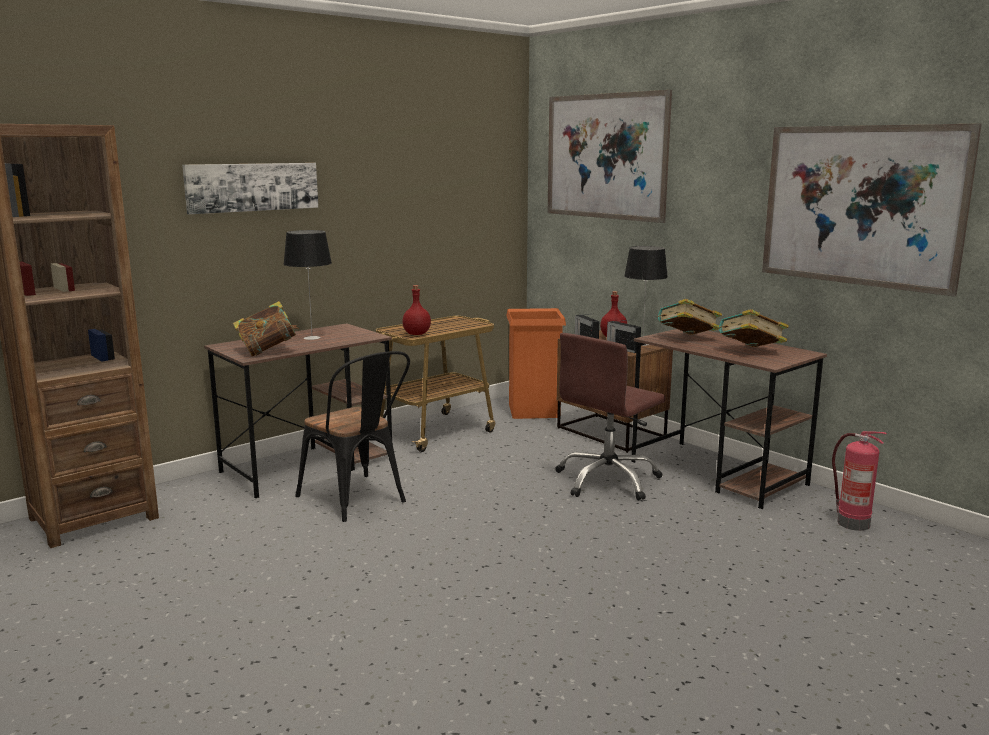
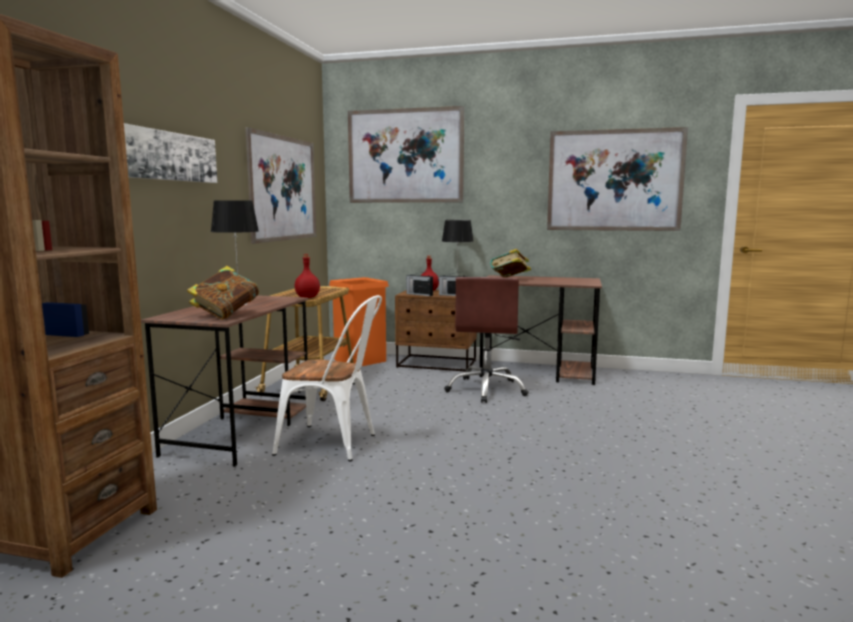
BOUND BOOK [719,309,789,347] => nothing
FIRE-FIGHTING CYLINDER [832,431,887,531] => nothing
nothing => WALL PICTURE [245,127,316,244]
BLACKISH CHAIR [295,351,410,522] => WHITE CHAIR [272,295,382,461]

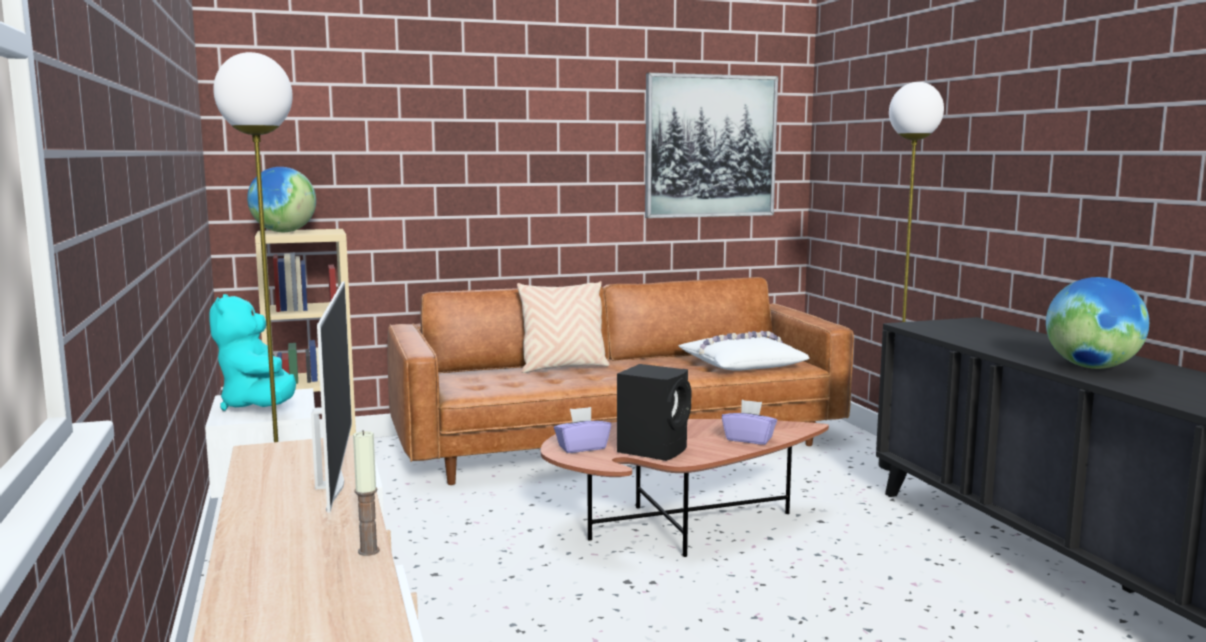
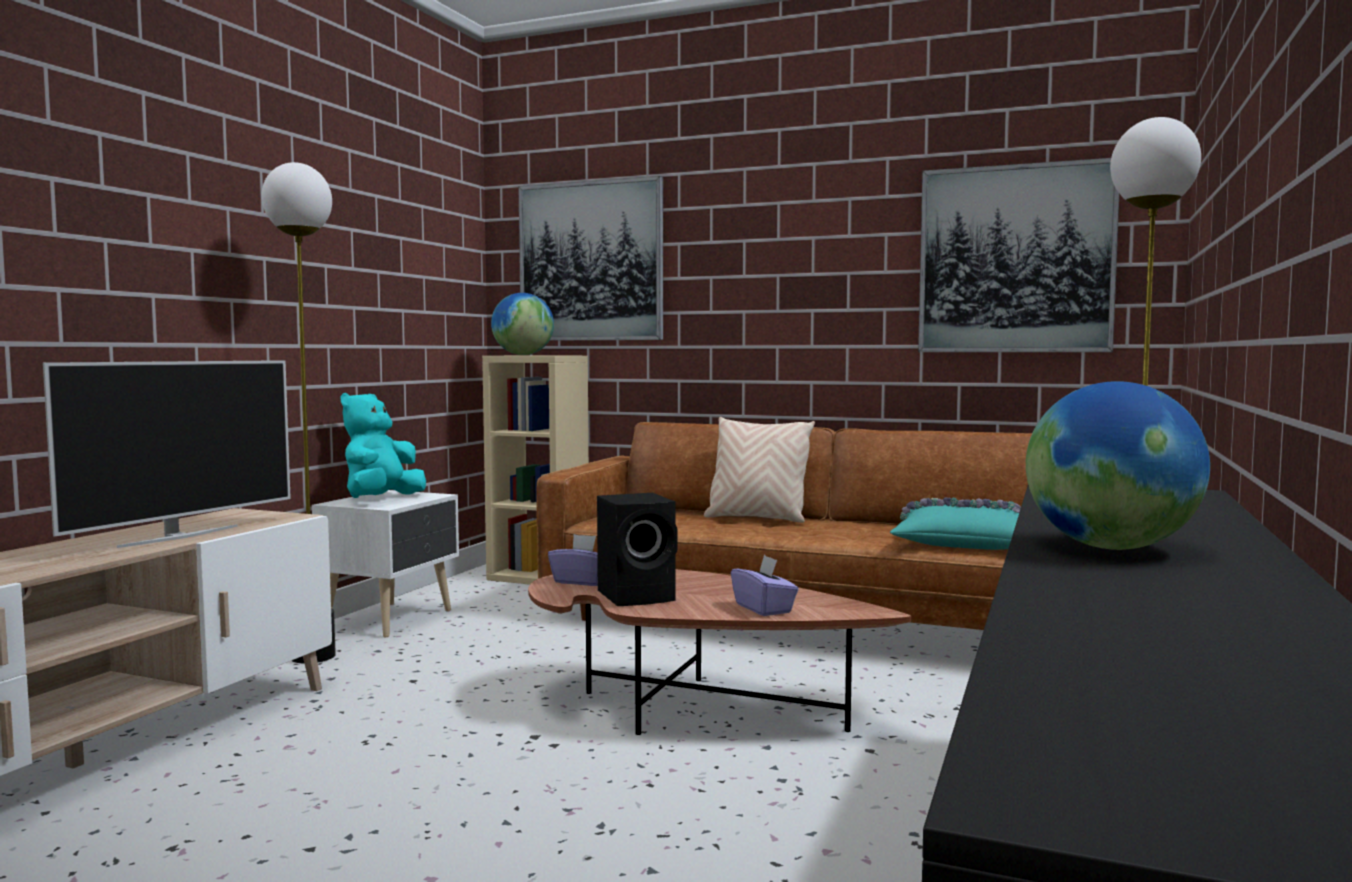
CANDLE [353,430,380,556] => nothing
nothing => WALL PICTURE [519,176,663,341]
WHITE PILLOW [679,331,810,371] => BLUE-GREEN PILLOW [890,497,1021,550]

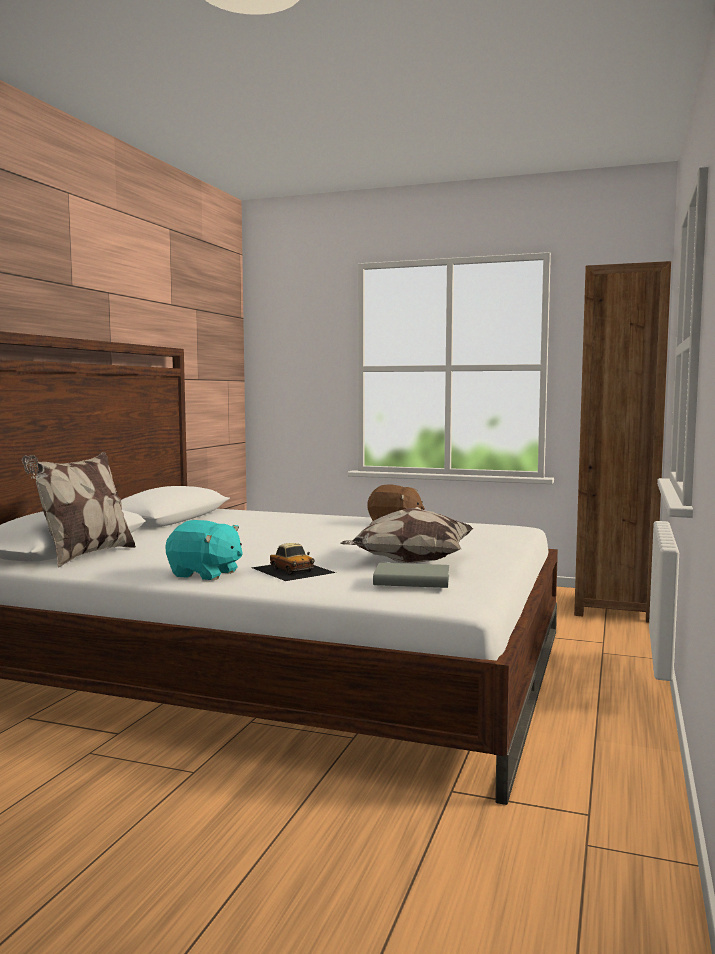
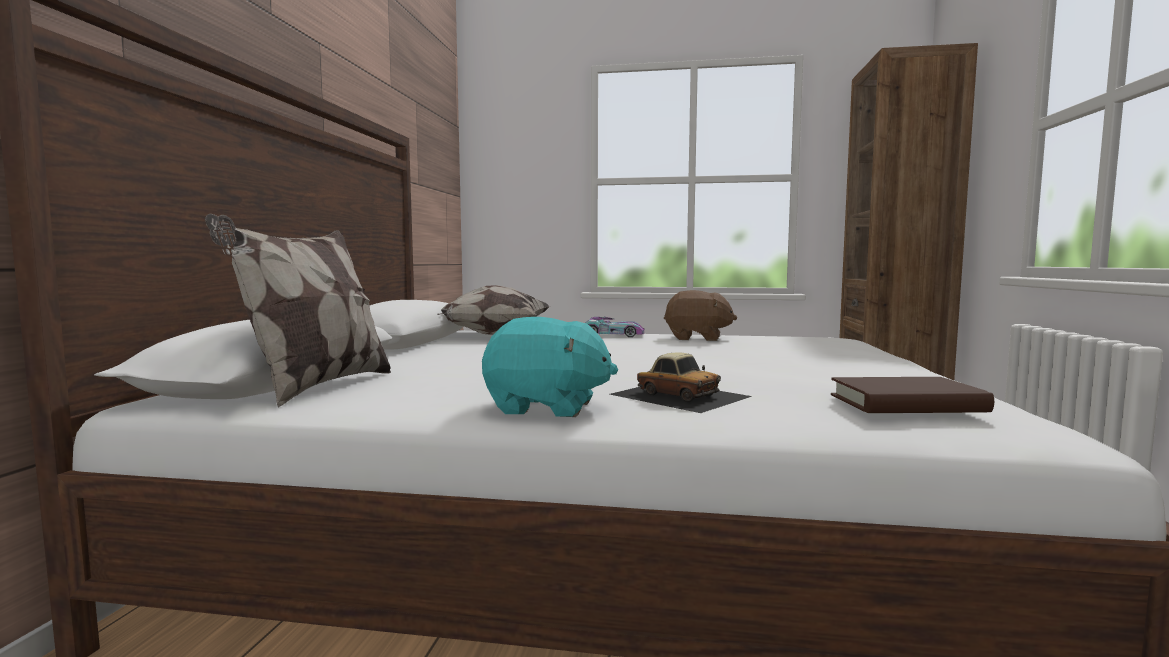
nothing => MODEL CAR [585,317,644,337]
PILLOW [340,507,474,563] => PILLOW [438,285,550,335], moved
GREYISH BOUND BOOK [373,563,449,588] => BROWN-COLOURED BOUND BOOK [831,377,994,413]

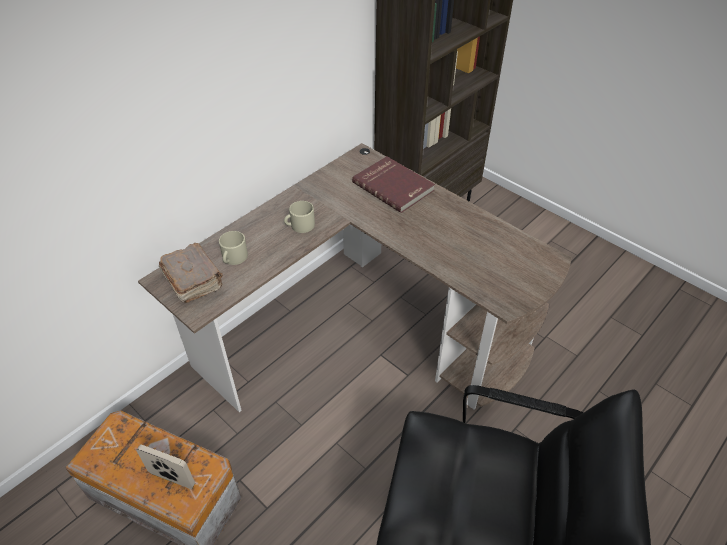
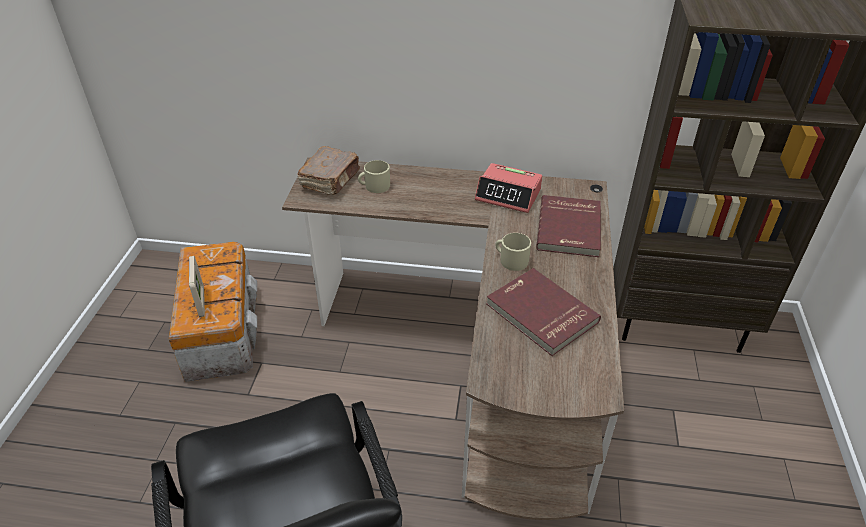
nothing => BEDSIDE CLOCK [475,163,542,213]
nothing => RED BOUND BOOK [486,268,601,356]
BEIGE-COLOURED TEA MUG [284,201,315,233] => BEIGE-COLOURED TEA MUG [495,233,531,271], moved

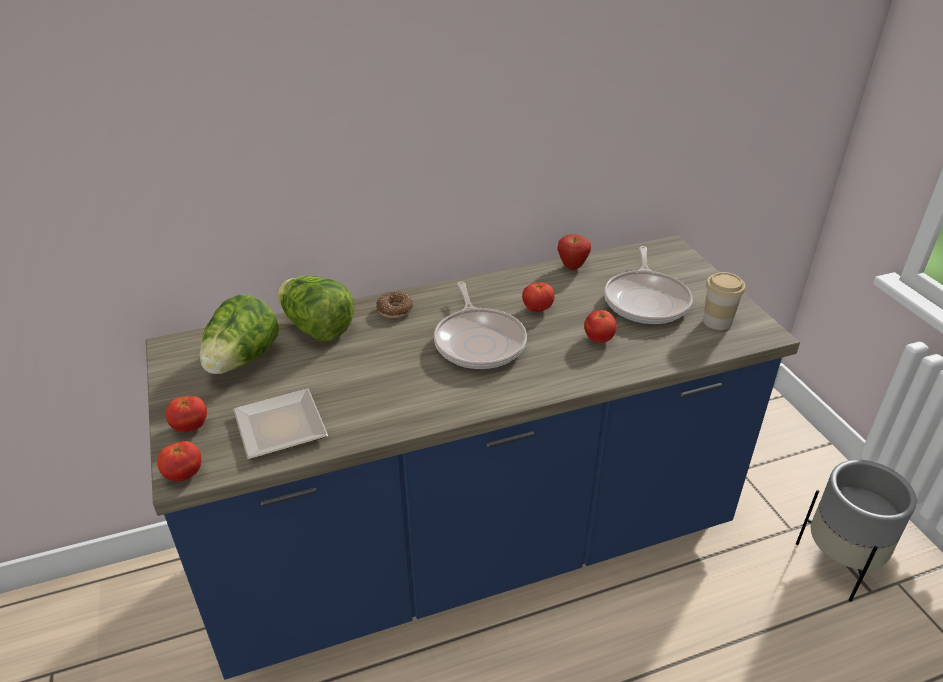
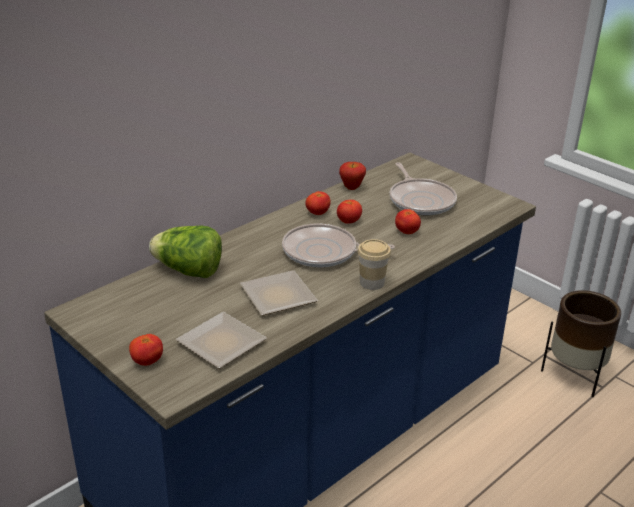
LETTUCE [200,295,279,374] => nothing
DOUGHNUT [376,291,413,318] => nothing
nothing => DINNER PLATE [240,270,318,316]
FRESH TOMATO [157,441,201,482] => FRESH TOMATO [305,191,331,215], moved
CUP [703,272,745,330] => CUP [357,239,391,290], moved
GREYISH FLOWER POT [796,460,917,602] => BROWN-COLOURED FLOWER POT [541,290,621,397]
PAN [434,281,527,369] => PAN [282,223,395,267], 135 degrees clockwise

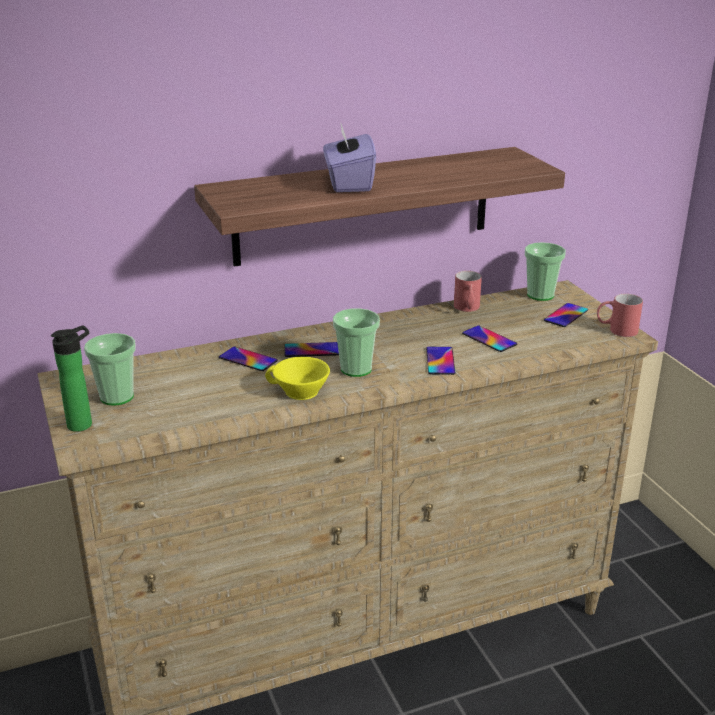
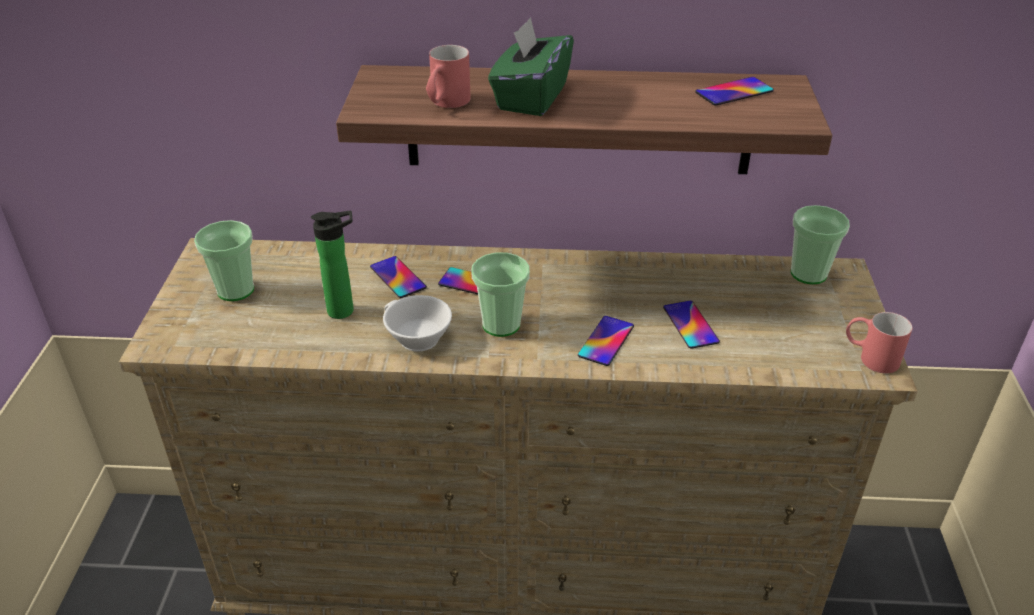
BEVERAGE BOTTLE [51,325,92,432] => BEVERAGE BOTTLE [311,211,354,319], moved
RED TEA MUG [454,271,482,312] => RED TEA MUG [426,45,471,108], moved
TELEPHONE [544,303,588,327] => TELEPHONE [695,77,774,106], moved
YELLOW CUP [265,357,330,400] => WHITE CUP [383,295,452,352]
PURPLISH BOX OF TISSUES [323,124,376,192] => GREENISH BOX OF TISSUES [488,17,574,116]

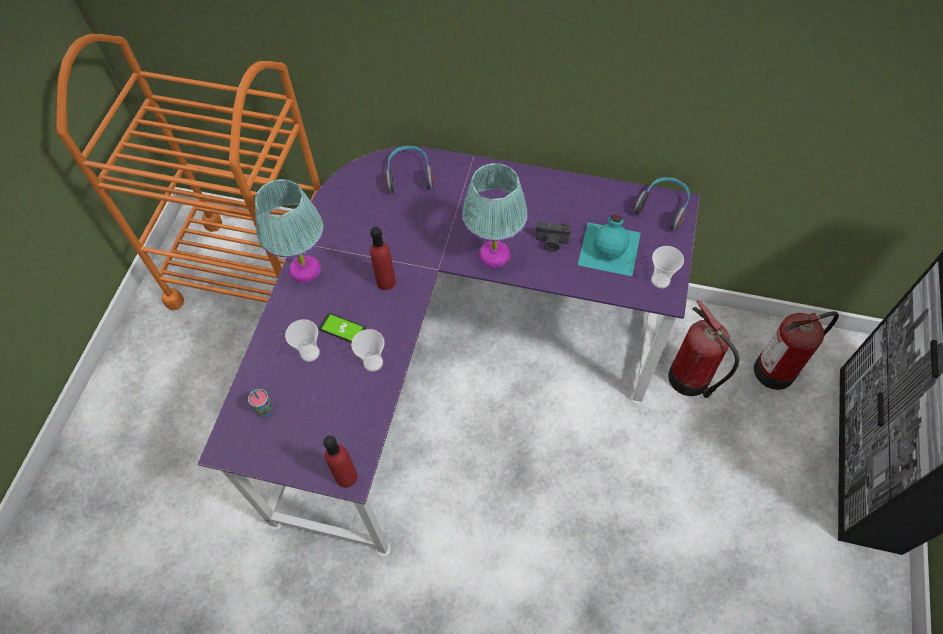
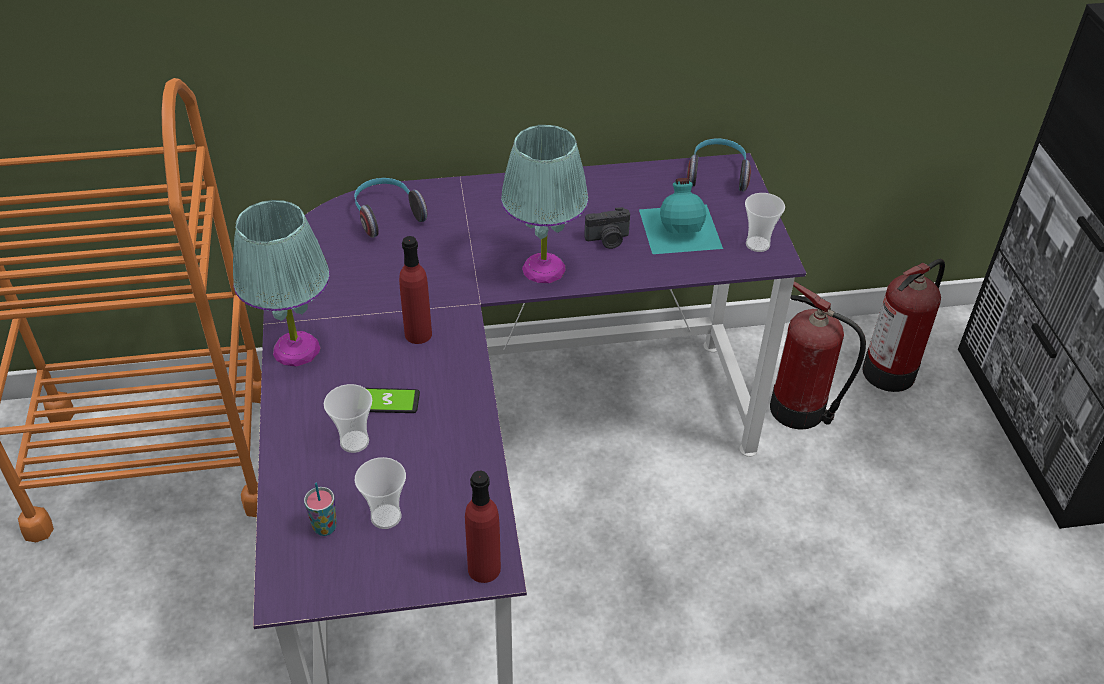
CUP [351,329,385,372] => CUP [355,457,406,529], moved

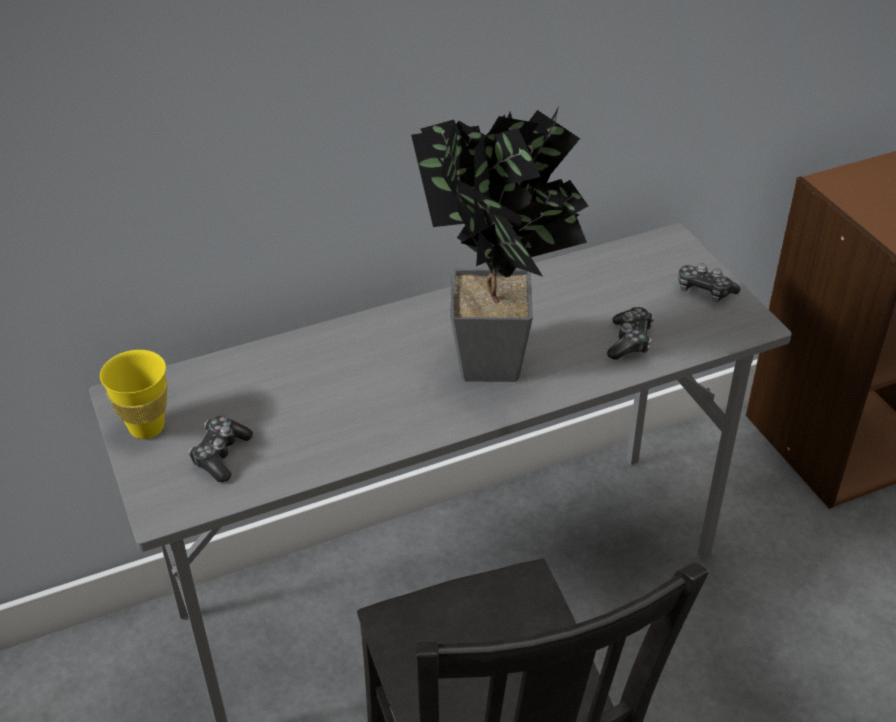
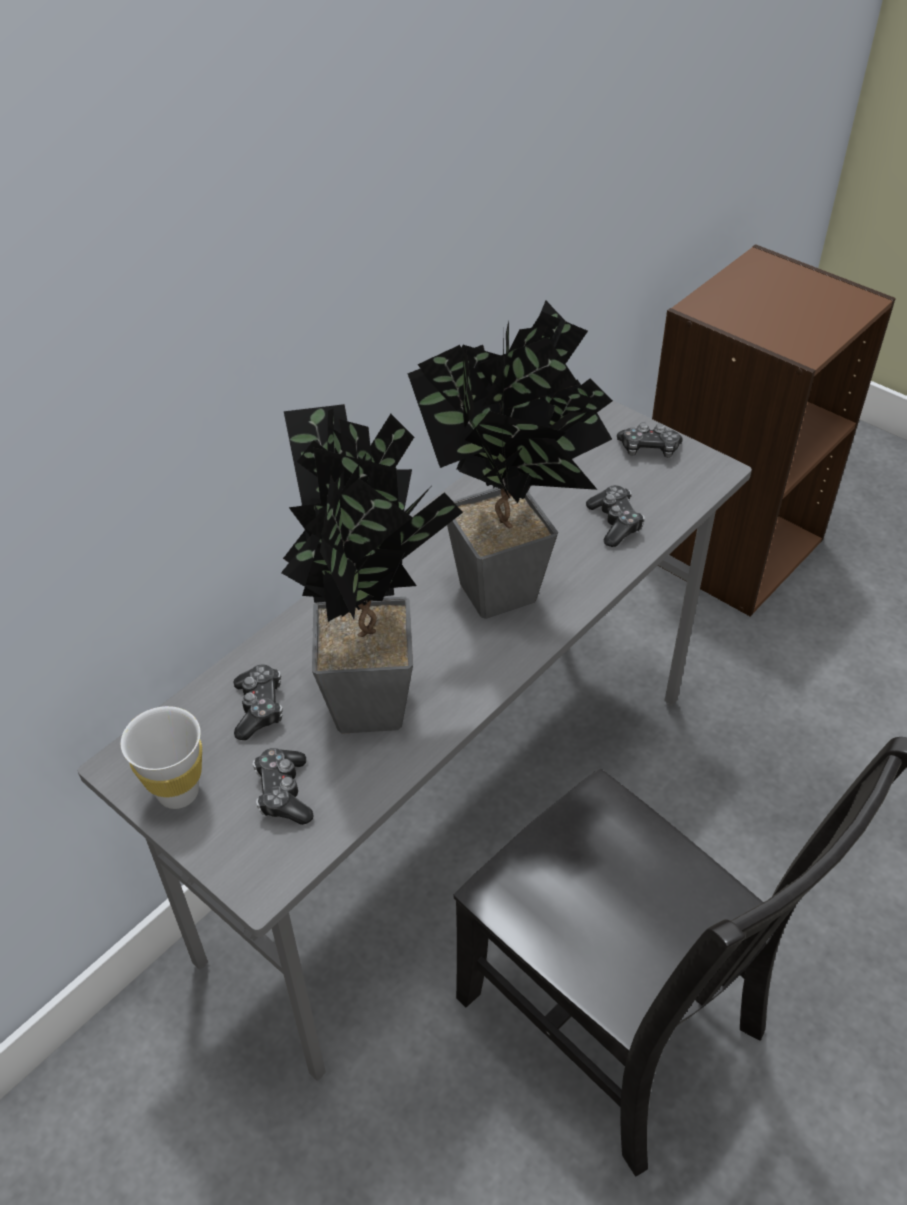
nothing => JOYPAD [233,664,283,740]
nothing => POTTED PLANT [281,404,463,734]
YELLOW CUP [100,350,167,439] => WHITE CUP [121,706,202,809]

